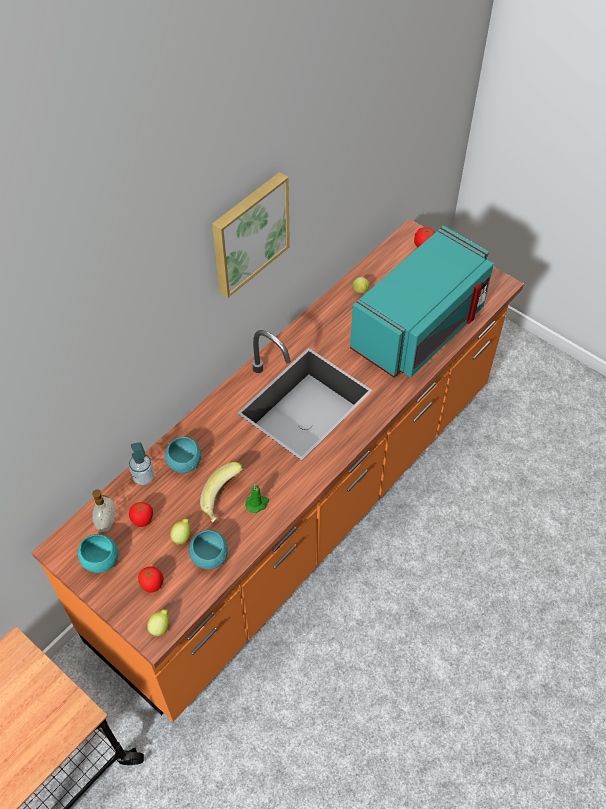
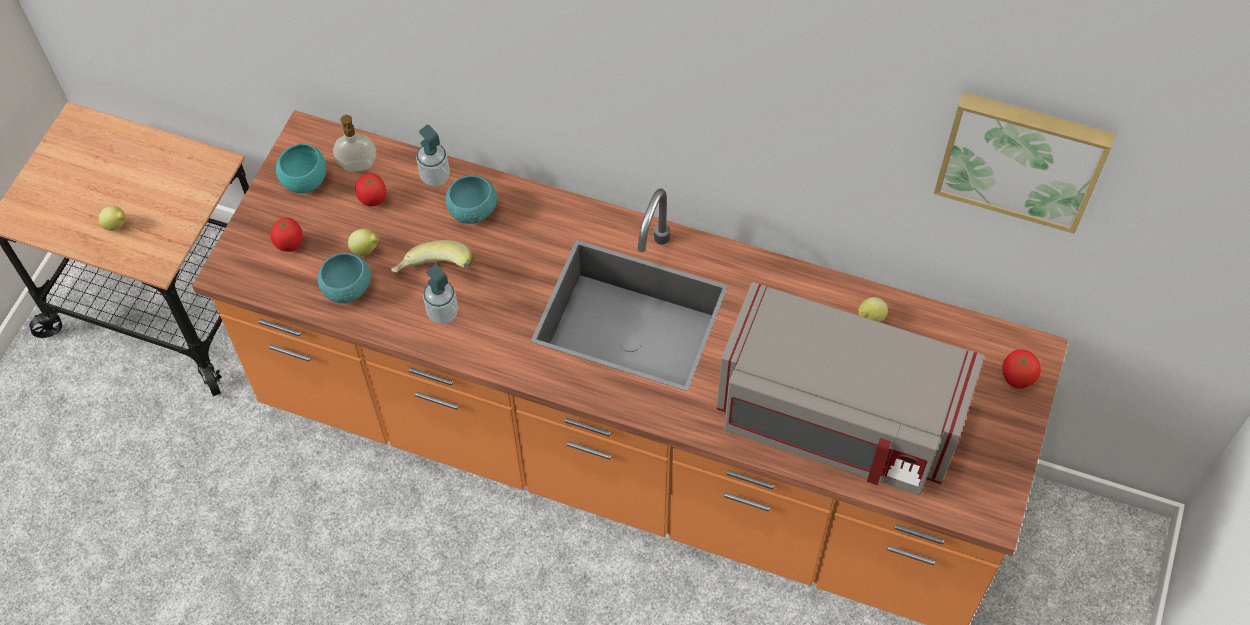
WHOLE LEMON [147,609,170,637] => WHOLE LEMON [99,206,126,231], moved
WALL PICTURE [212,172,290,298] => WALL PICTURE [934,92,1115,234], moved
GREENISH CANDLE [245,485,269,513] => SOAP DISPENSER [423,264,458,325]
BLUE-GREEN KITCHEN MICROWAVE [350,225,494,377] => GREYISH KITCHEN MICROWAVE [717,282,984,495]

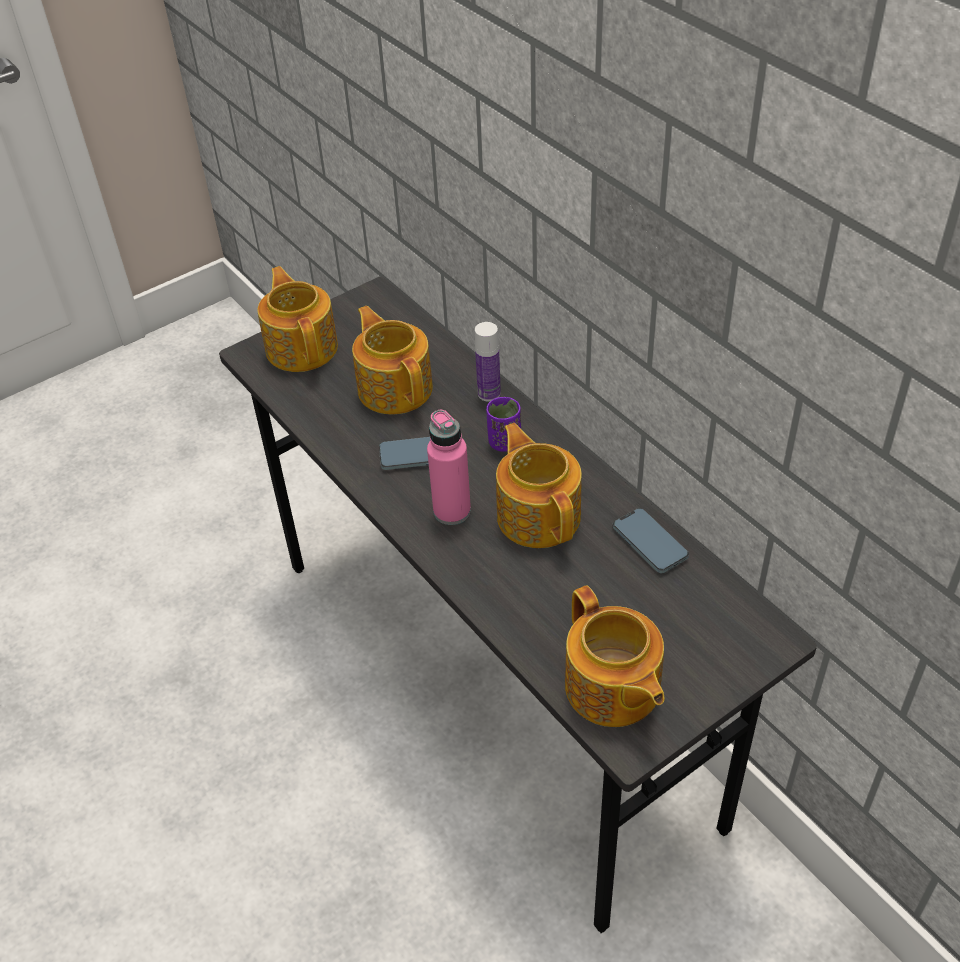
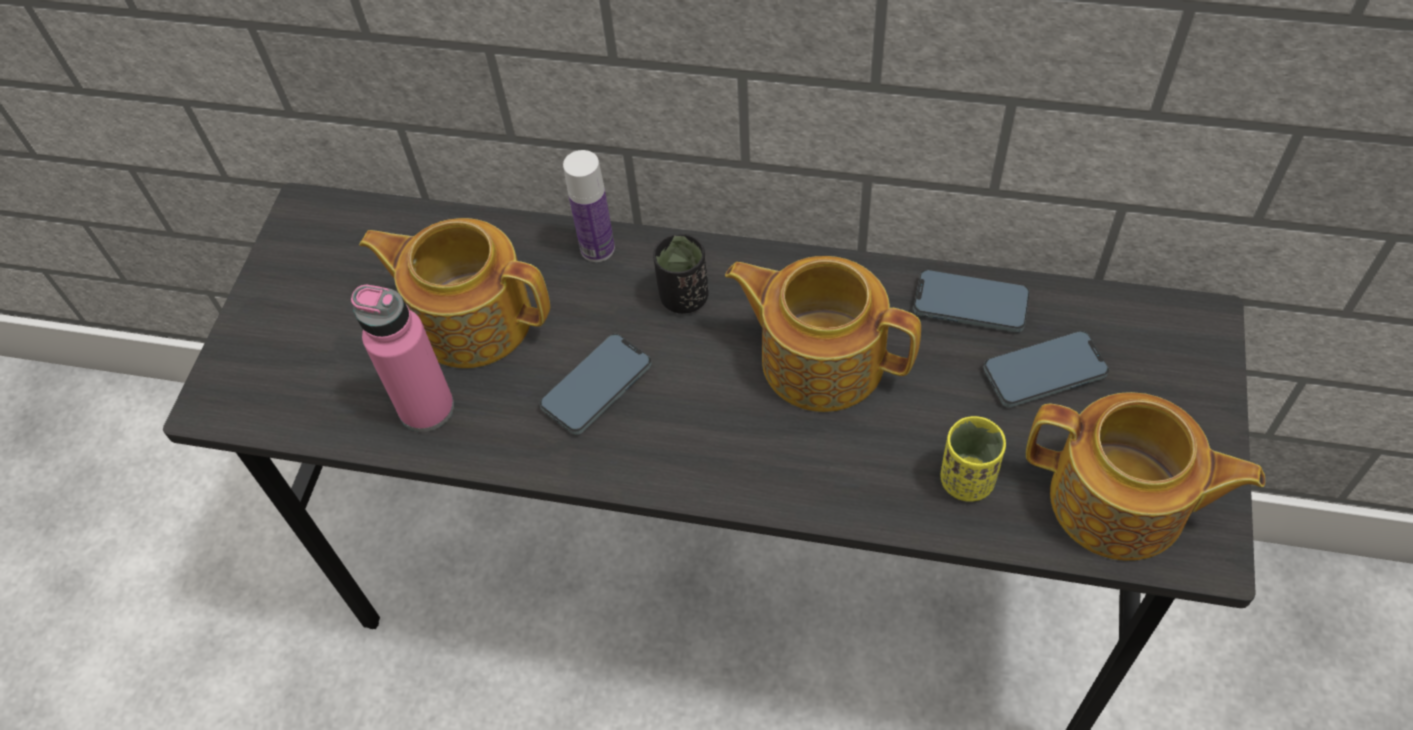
TEAPOT [258,266,338,372] => nothing
nothing => YELLOW CUP [941,416,1006,502]
nothing => TELEPHONE [983,331,1109,407]
PINK BEVERAGE BOTTLE [427,410,471,525] => PINK BEVERAGE BOTTLE [351,285,454,432], moved
PURPLISH CUP [486,397,521,452] => BLACKISH CUP [653,233,709,314]

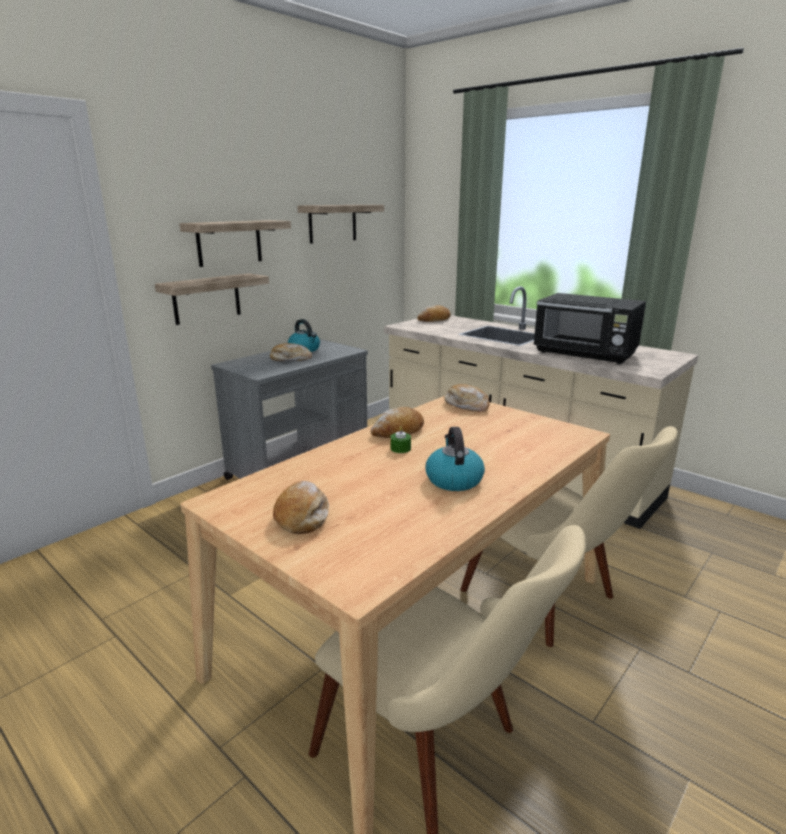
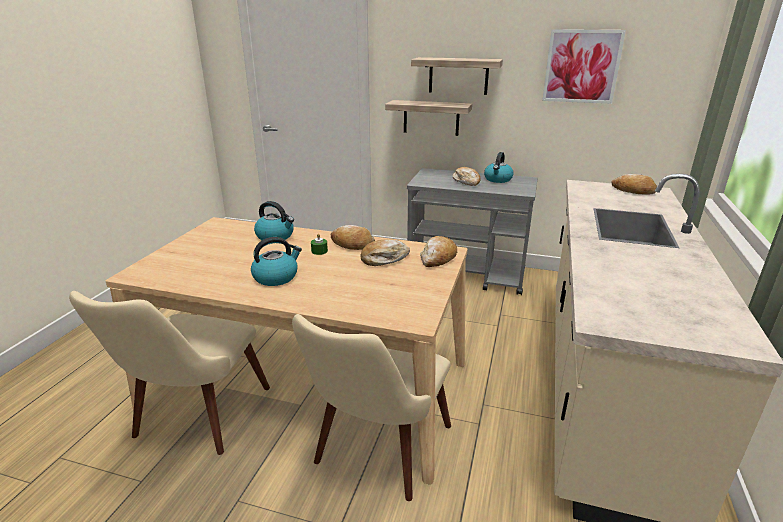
BLACKISH KITCHEN MICROWAVE [533,293,646,364] => nothing
nothing => WATER KETTLE [254,201,294,240]
BAKERY BREAD [273,481,329,534] => BAKERY BREAD [361,239,410,266], moved
WALL SHELF [297,205,384,244] => WALL PICTURE [542,29,626,104]

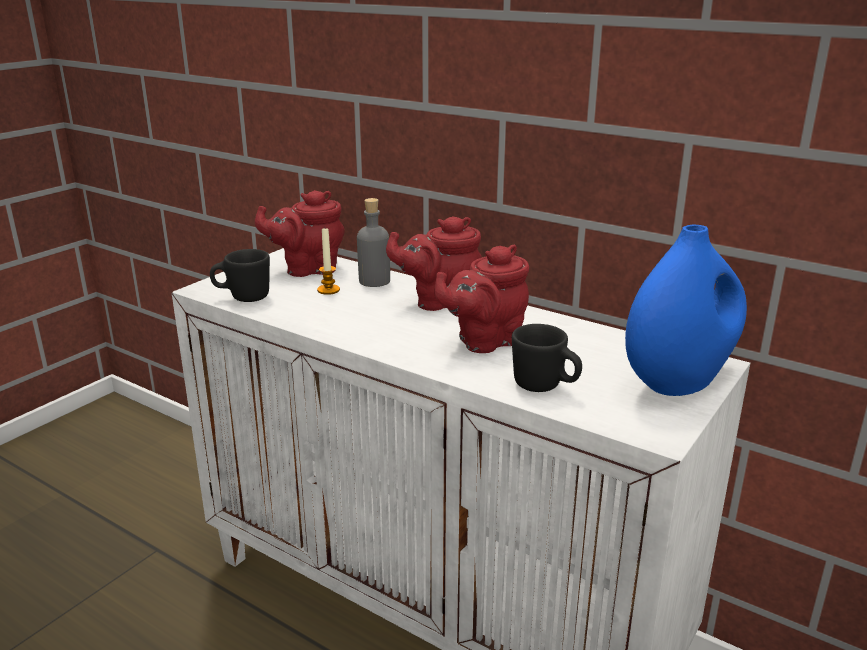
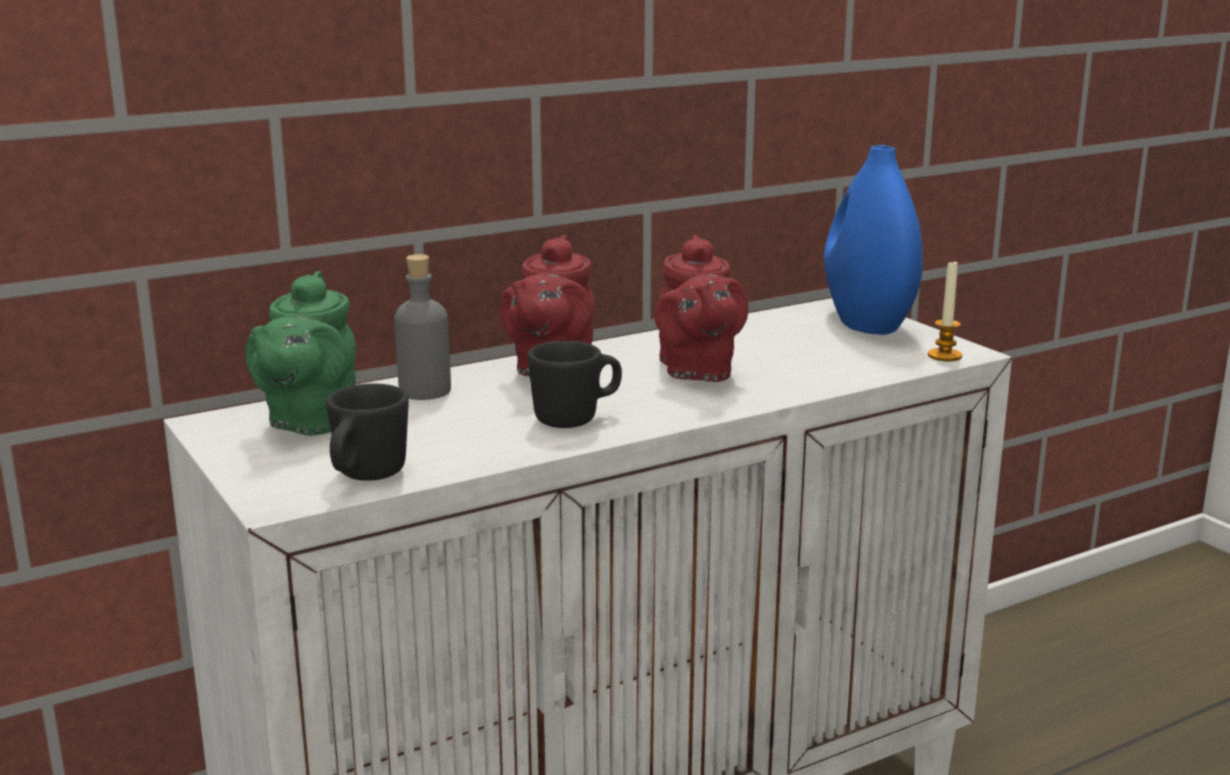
CANDLE [317,228,340,295] => CANDLE [928,261,962,361], moved
BLACKISH TEA MUG [512,324,582,392] => BLACKISH TEA MUG [527,341,622,428], moved
RED TEAPOT [255,190,345,277] => GREENISH TEAPOT [246,271,356,436]

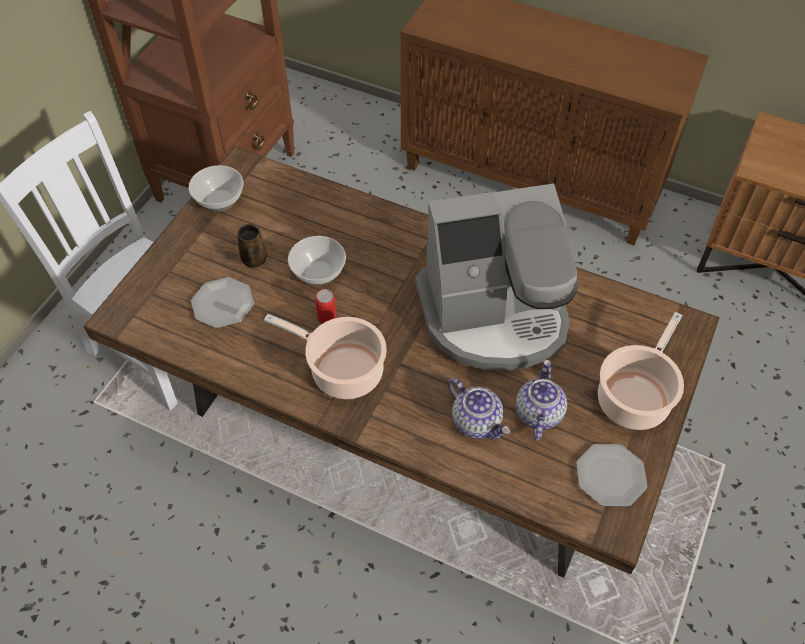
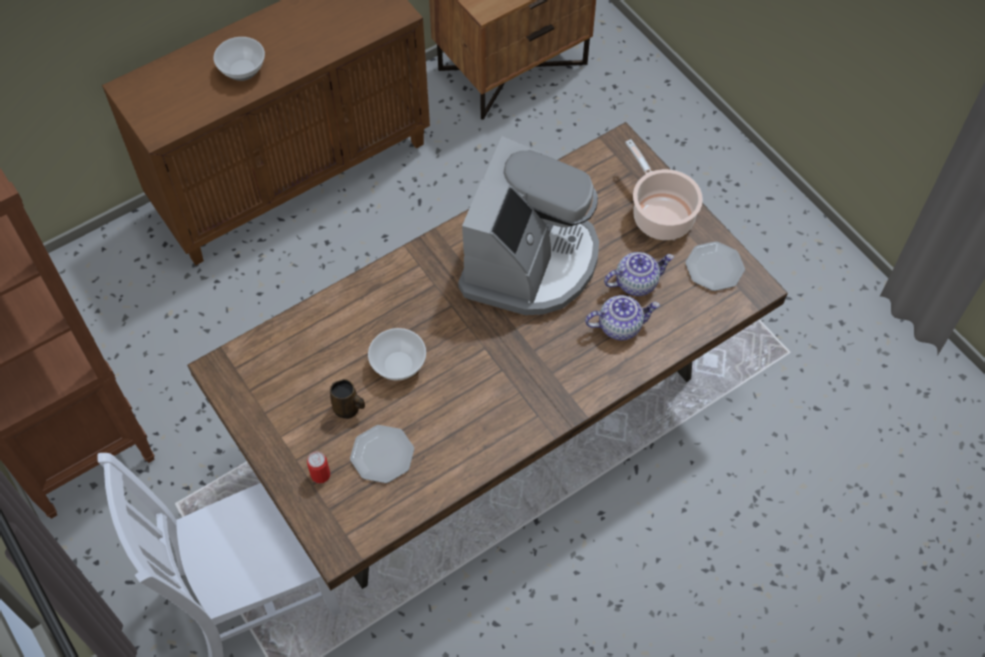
COOKING POT [264,314,387,399] => nothing
DEEP DISH [189,165,244,212] => DEEP DISH [214,37,265,81], moved
SEALED CAN [315,289,337,324] => SEALED CAN [307,452,330,484], moved
TEAPOT [516,360,567,441] => TEAPOT [604,252,674,296], 120 degrees clockwise

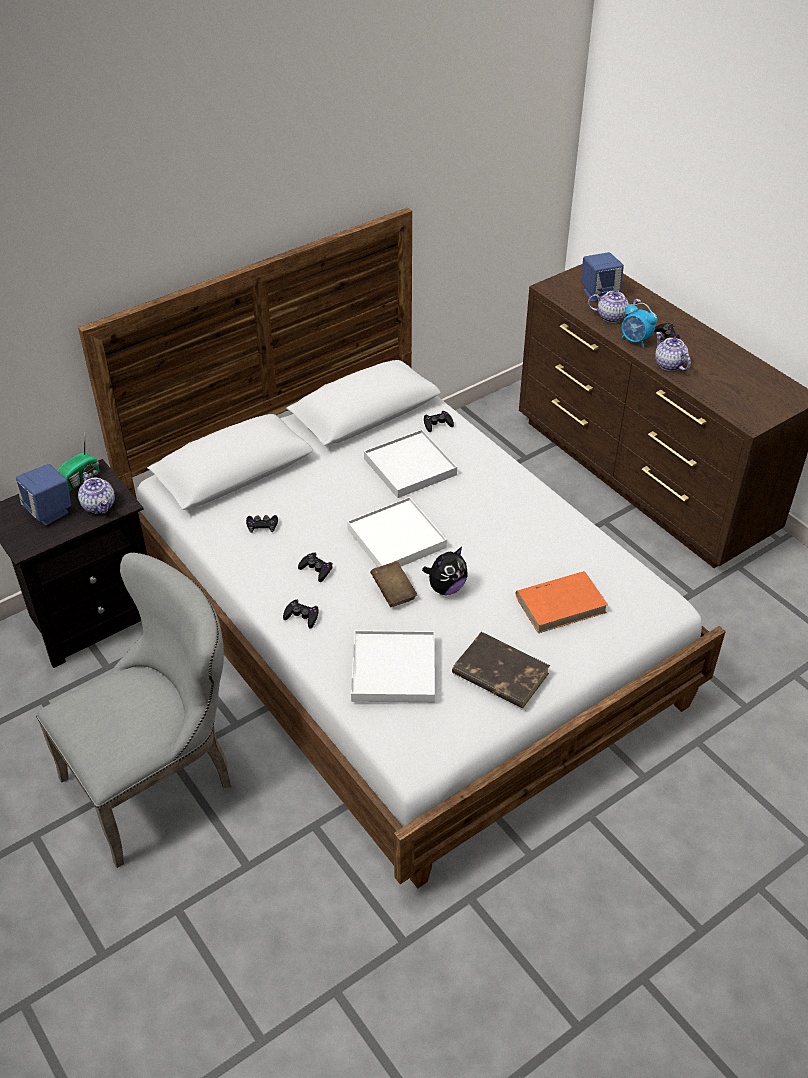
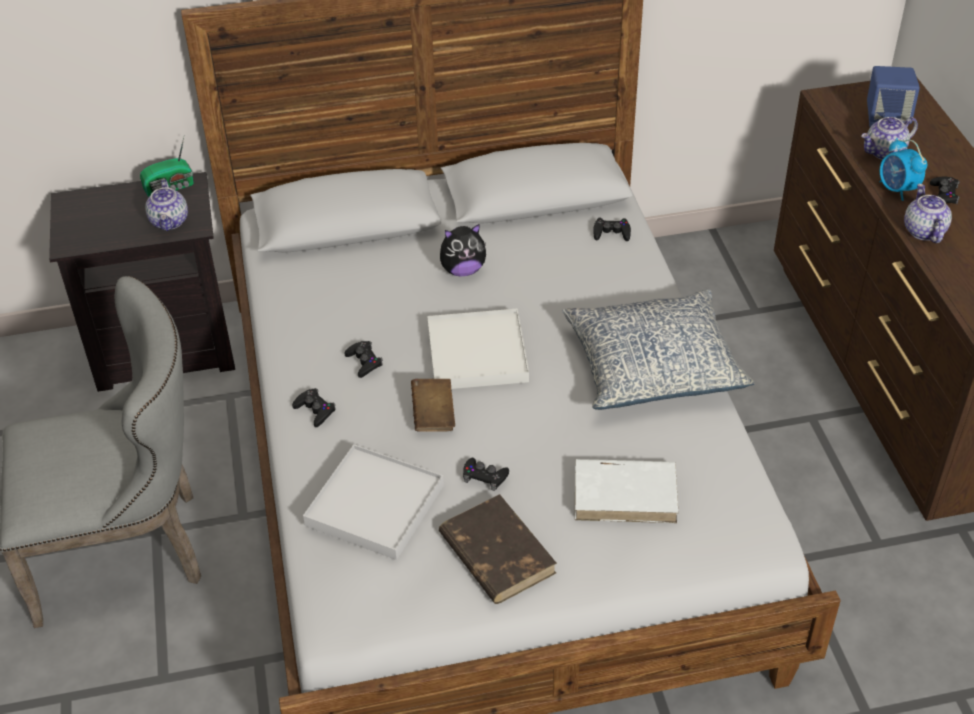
BLUE-COLOURED SPEAKER [16,464,71,526] => nothing
WHITE CARRYING TRAY [364,430,457,498] => nothing
nothing => PILLOW [562,289,755,410]
BLACKISH JOYPAD [246,515,278,533] => BLACKISH JOYPAD [463,458,509,491], moved
SOFT TOY [422,547,468,595] => SOFT TOY [440,224,486,276], moved
ORANGE BOUND BOOK [516,571,608,633] => WHITE BOUND BOOK [575,459,678,523]
TEAPOT [588,291,641,323] => TEAPOT [861,117,918,160], 120 degrees clockwise

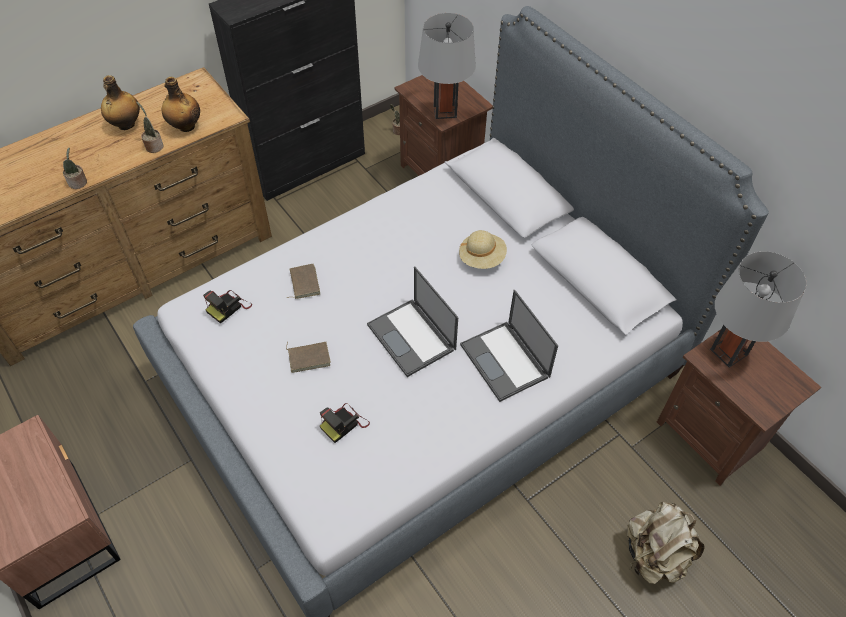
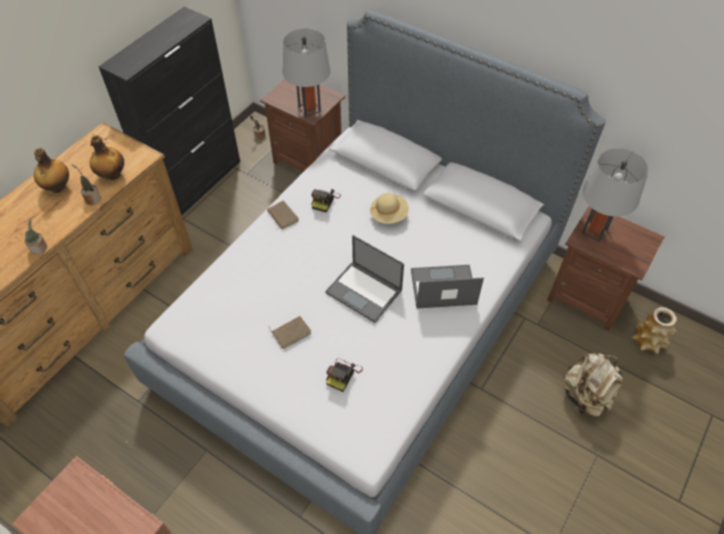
nothing => DECORATIVE VASE [632,307,677,354]
PHOTO CAMERA [203,290,252,324] => PHOTO CAMERA [311,189,341,212], moved
BROWN-COLOURED BOUND BOOK [287,264,320,299] => BROWN-COLOURED BOUND BOOK [267,201,299,230], moved
LAPTOP [460,289,558,402] => LAPTOP [411,265,484,309], 135 degrees clockwise

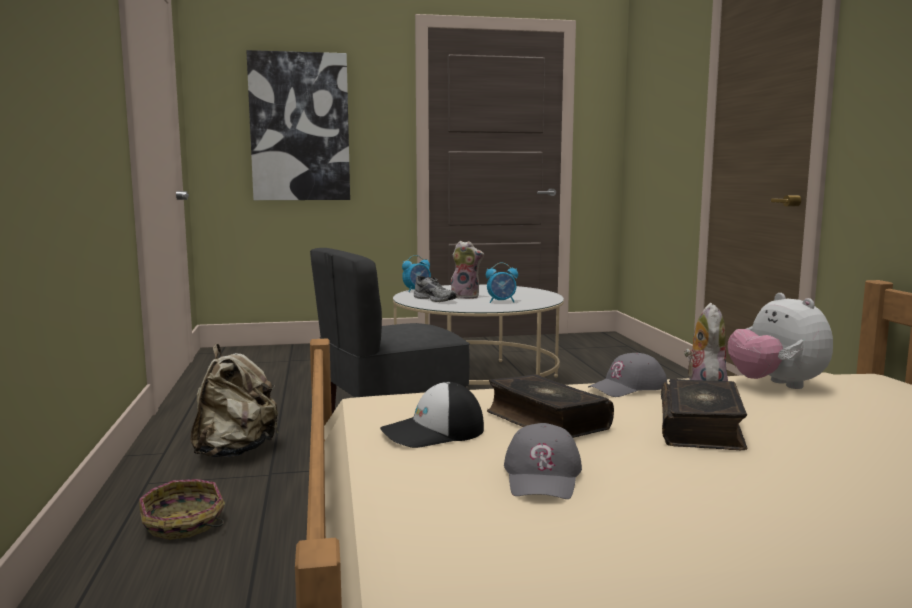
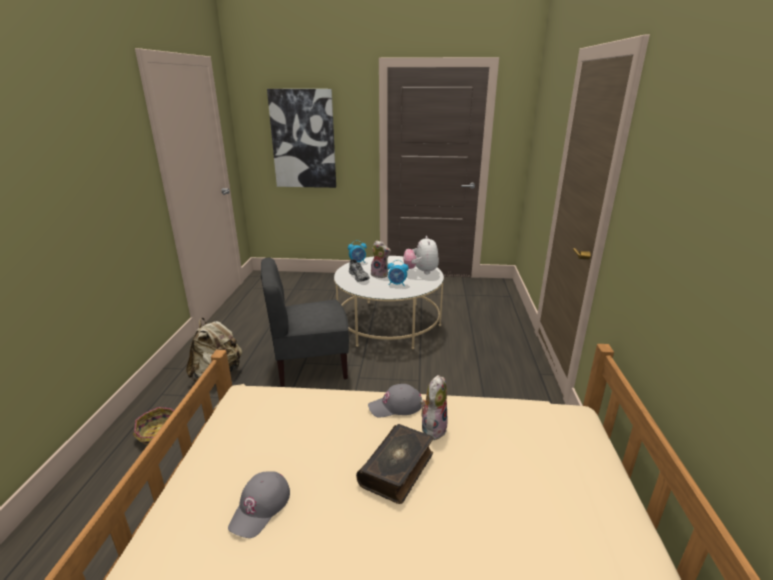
CAP [380,382,484,448] => nothing
BOUND BOOK [487,374,614,438] => nothing
SOFT TOY [728,293,833,389] => SOFT TOY [403,236,439,274], moved

